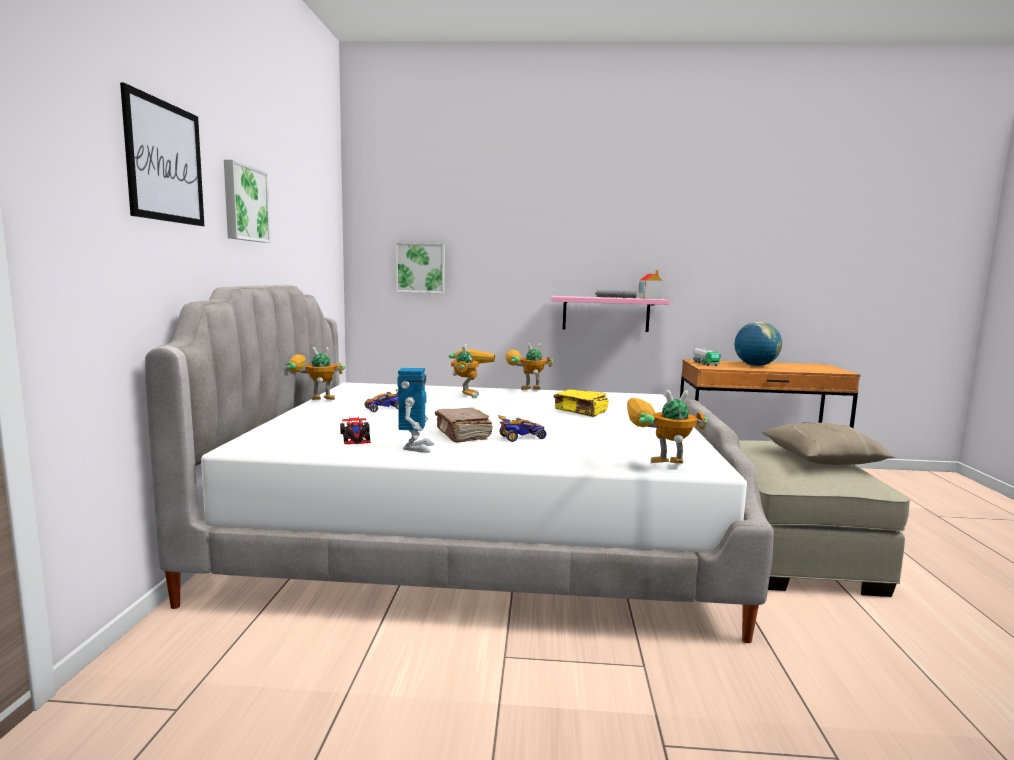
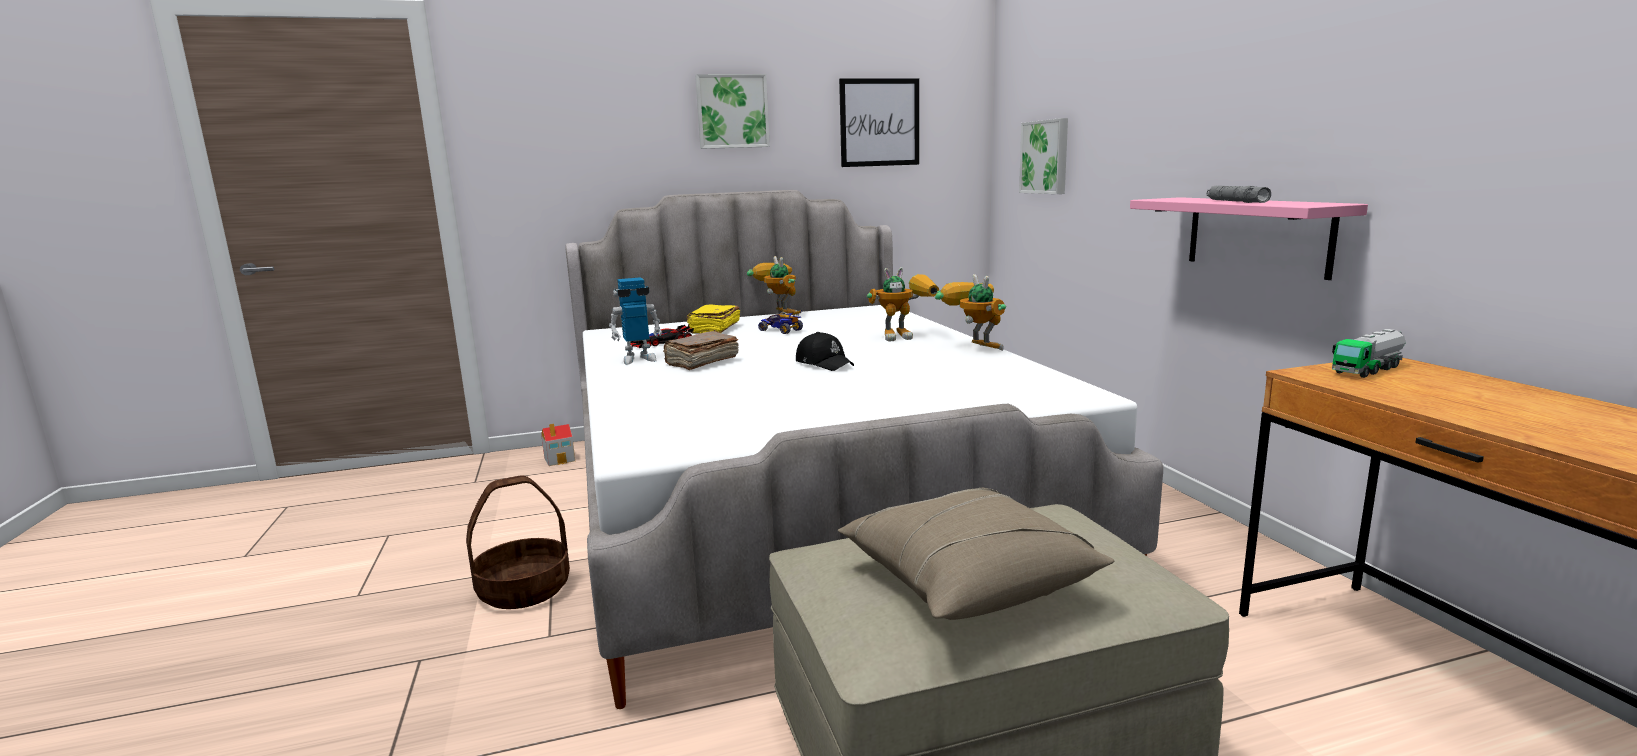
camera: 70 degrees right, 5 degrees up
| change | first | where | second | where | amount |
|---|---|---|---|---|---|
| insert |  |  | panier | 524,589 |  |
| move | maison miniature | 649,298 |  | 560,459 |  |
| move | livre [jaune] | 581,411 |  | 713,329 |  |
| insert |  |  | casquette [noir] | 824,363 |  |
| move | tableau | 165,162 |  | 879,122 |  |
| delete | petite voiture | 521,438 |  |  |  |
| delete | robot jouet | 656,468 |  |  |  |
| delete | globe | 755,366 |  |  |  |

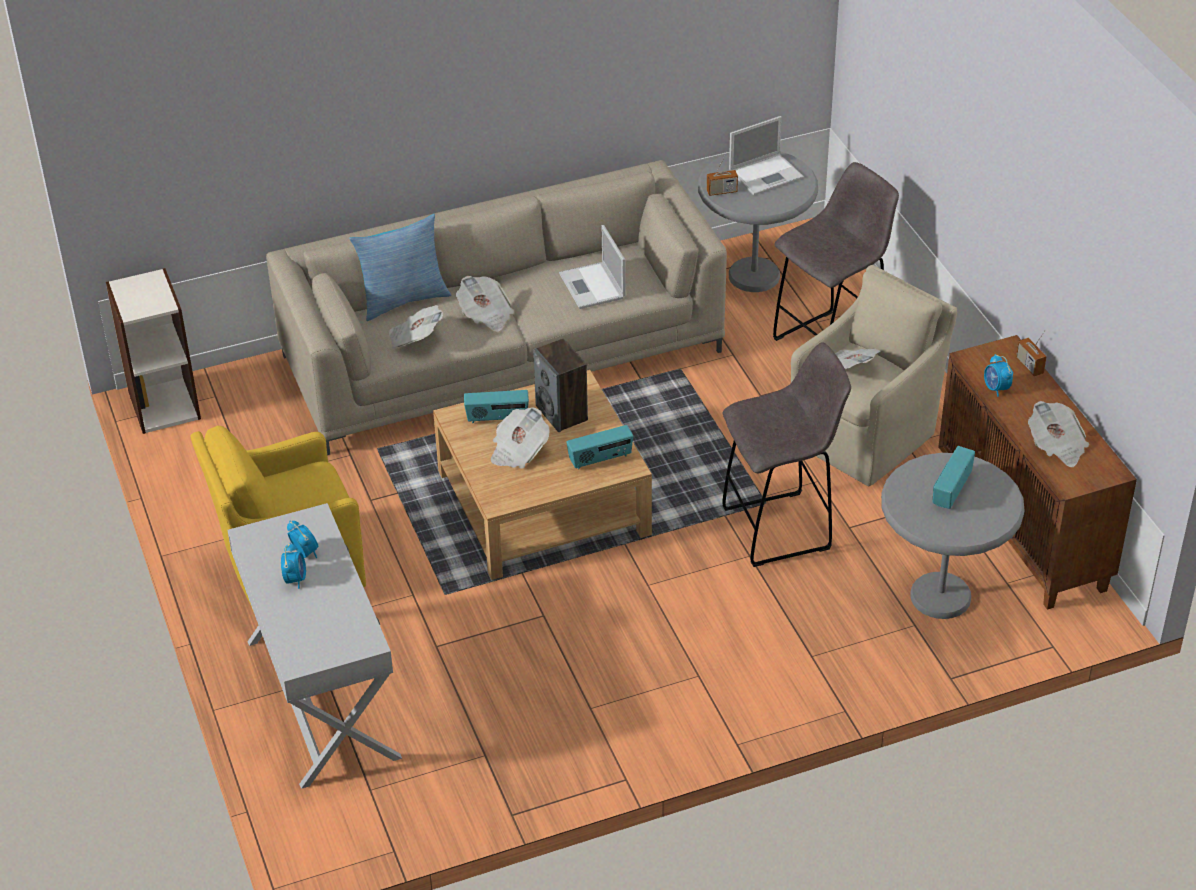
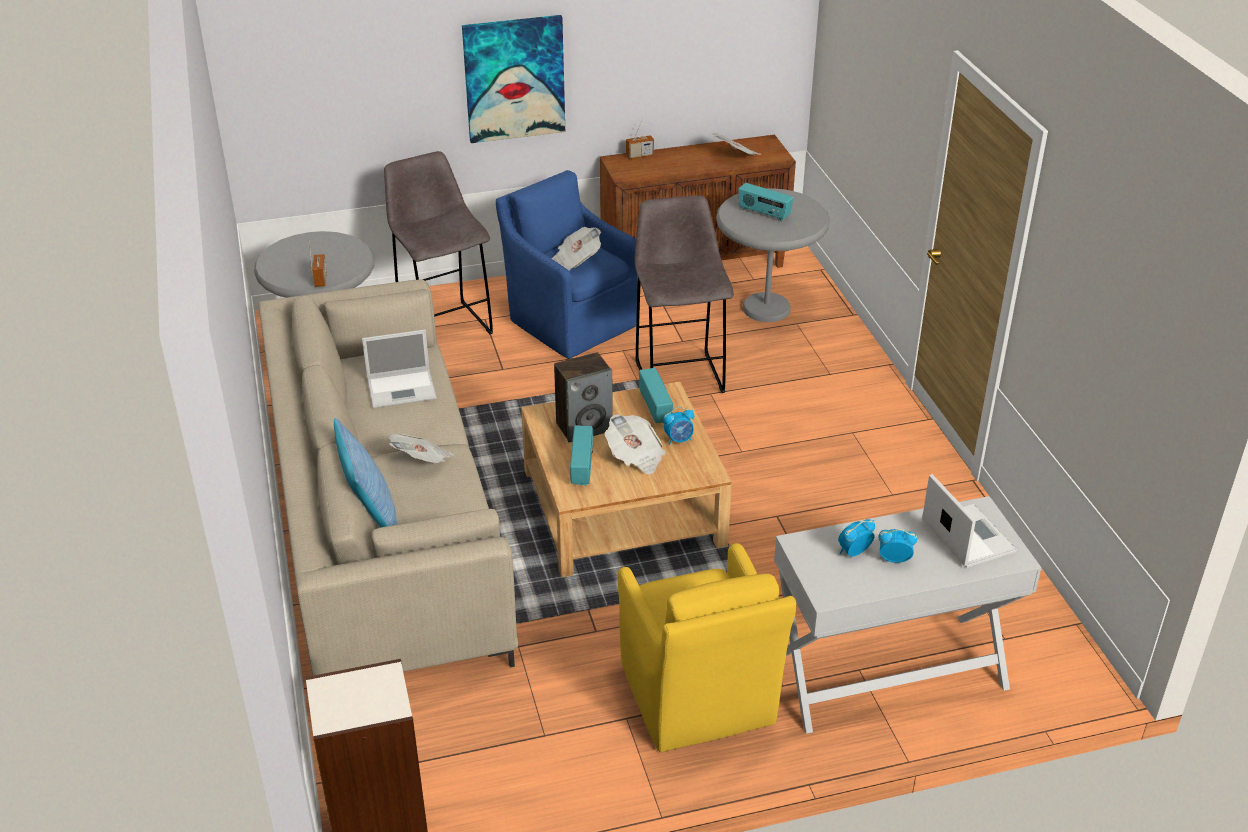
camera: 85 degrees left, 5 degrees down
| change | first | where | second | where | amount |
|---|---|---|---|---|---|
| insert |  |  | tableau | 514,79 |  |
| recolor | fauteuil [beige] | 865,435 | fauteuil [bleu] | 570,321 |  |
| move | réveil | 996,388 |  | 679,440 |  |
| move | ordinateur portable | 767,174 |  | 966,535 |  |
| delete | journal | 415,338 |  |  |  |

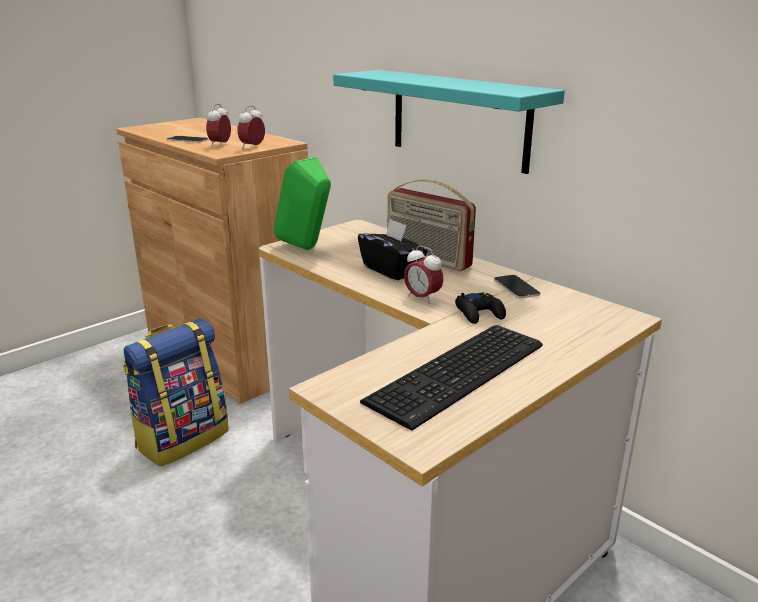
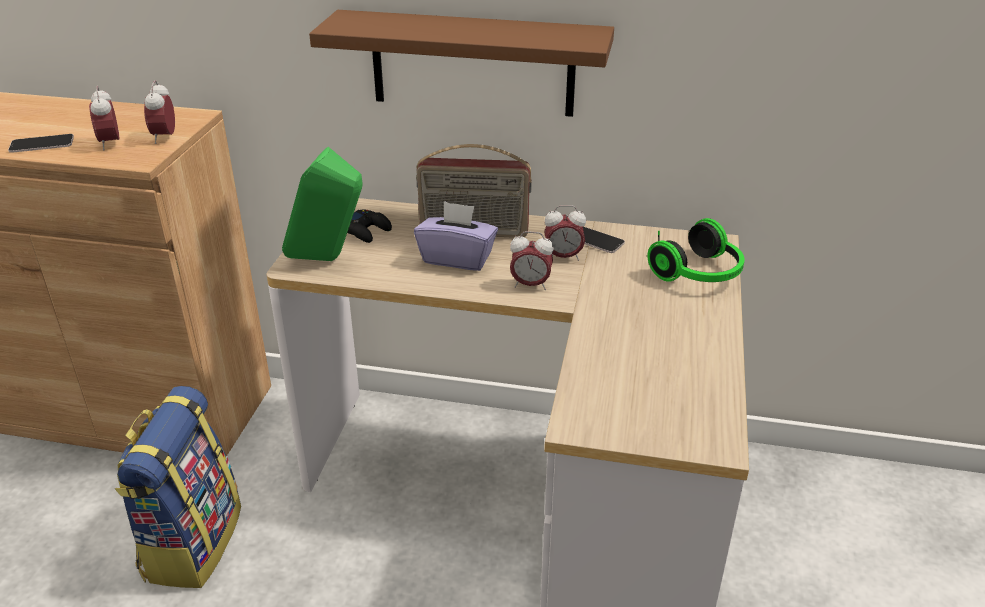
camera: 35 degrees left, 10 degrees up
| change | first | where | second | where | amount |
|---|---|---|---|---|---|
| recolor | étagère [turquoise] | 459,119 | étagère [marron] | 472,63 |  |
| move | manette [noir] | 479,313 |  | 366,231 |  |
| recolor | boîte à mouchoirs [noir] | 392,270 | boîte à mouchoirs [violet] | 457,258 |  |
| insert |  |  | réveil | 563,257 |  |
| insert |  |  | casque audio | 700,274 |  |
| delete | clavier | 462,373 |  |  |  |

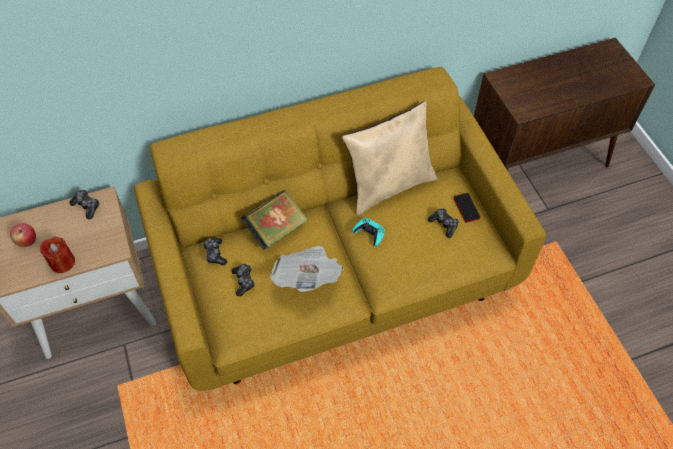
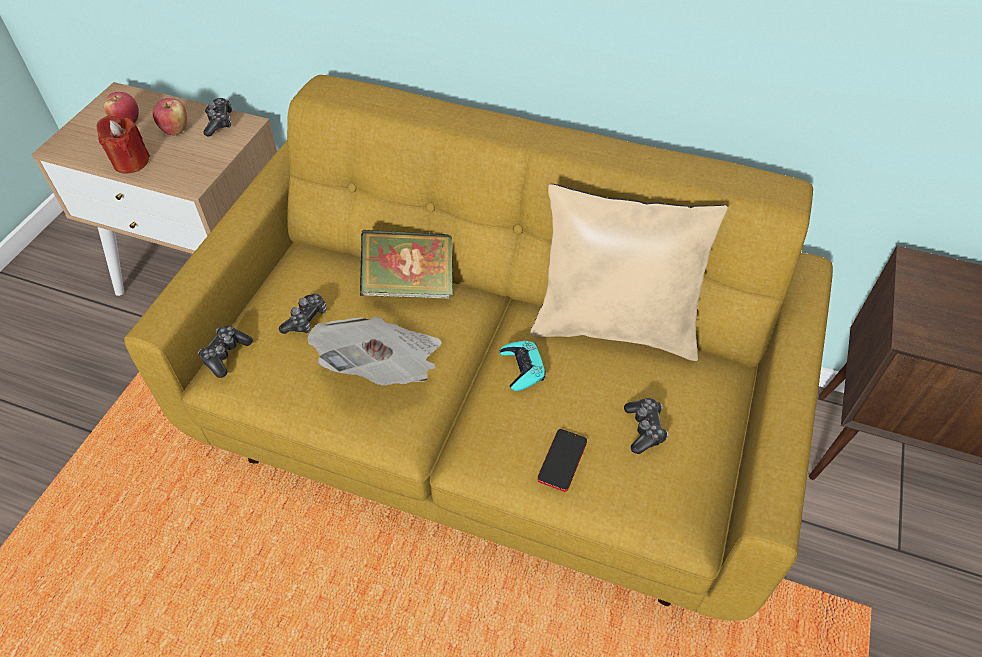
camera: 40 degrees right, 5 degrees down
| change | first | where | second | where | amount |
|---|---|---|---|---|---|
| insert |  |  | pomme | 175,130 |  |
| move | manette | 215,254 |  | 226,355 |  |
| move | téléphone | 466,208 |  | 562,460 |  |

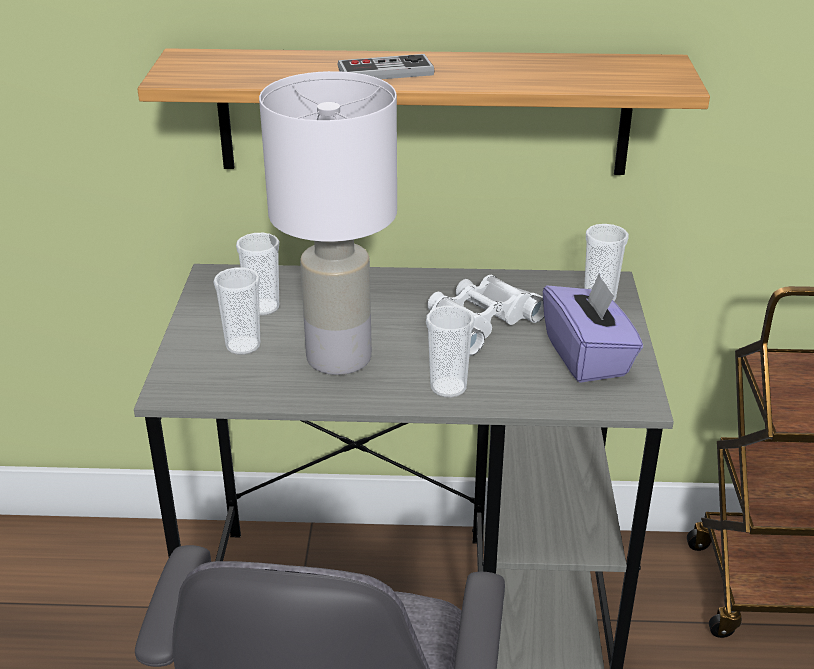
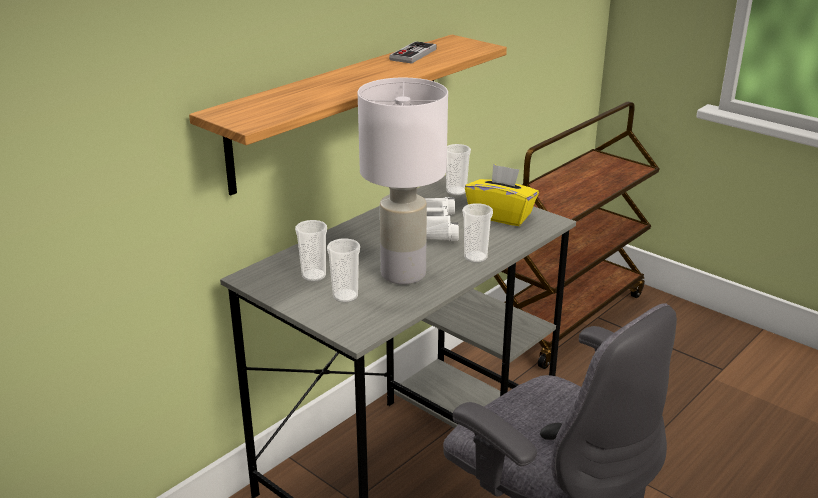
camera: 50 degrees left, 5 degrees down
| change | first | where | second | where | amount |
|---|---|---|---|---|---|
| move | manette | 385,72 |  | 413,54 |  |
| recolor | boîte à mouchoirs [violet] | 587,357 | boîte à mouchoirs [jaune] | 501,215 |  |

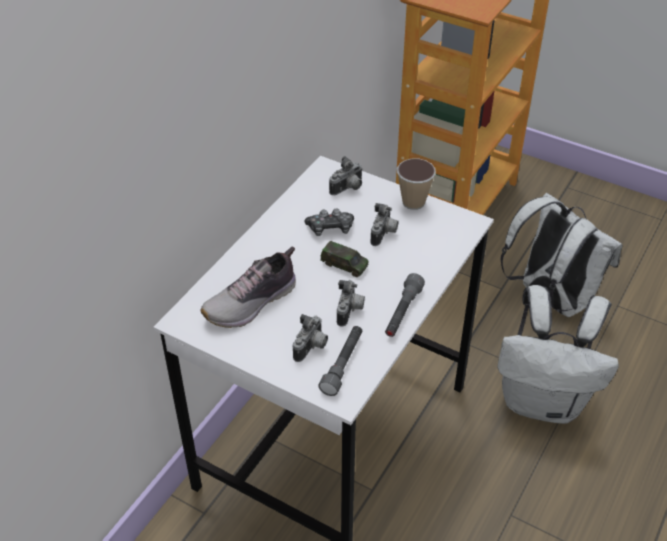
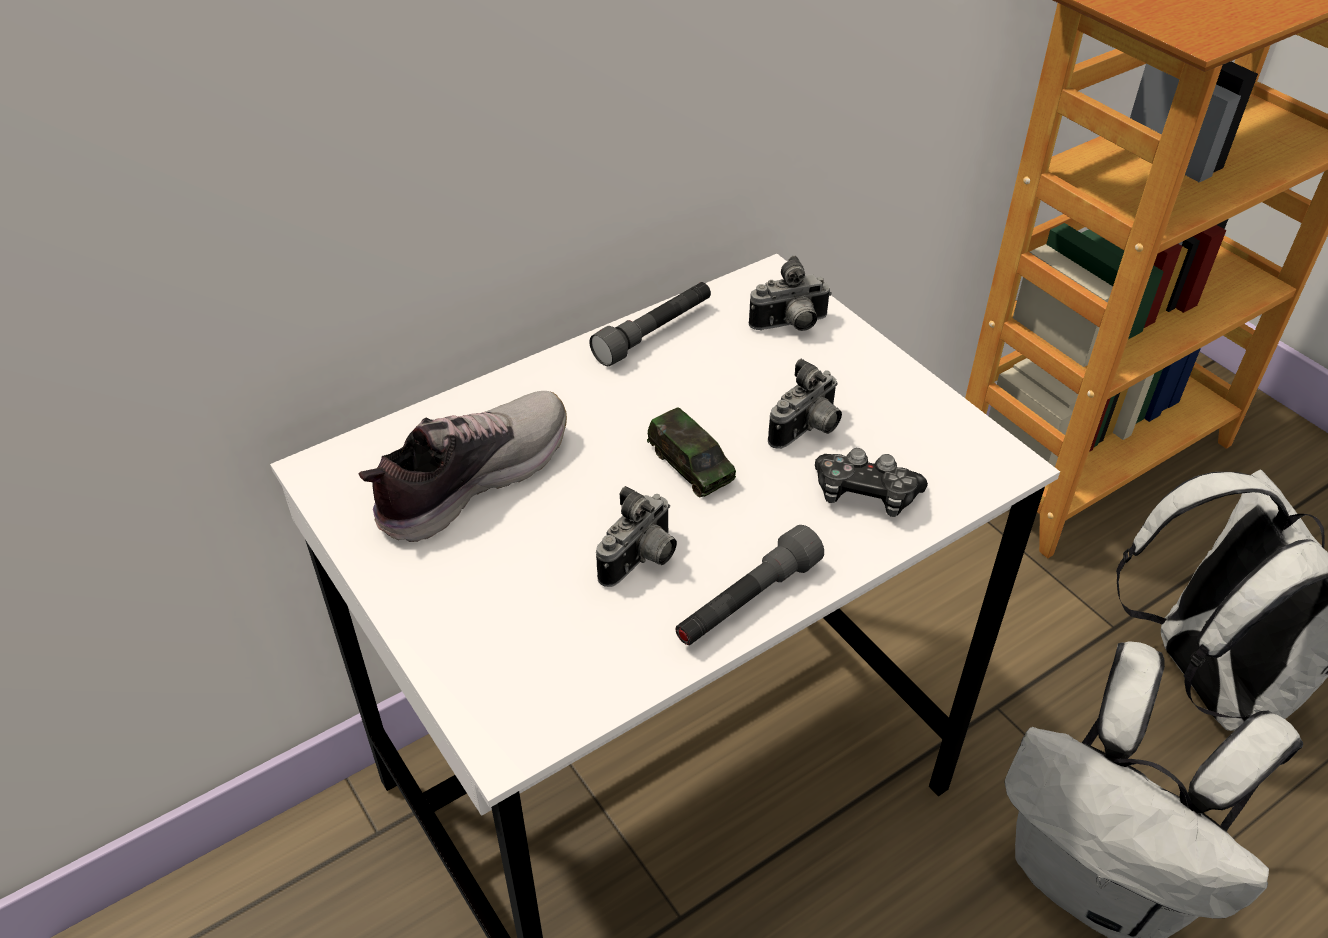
camera: 25 degrees right, 0 degrees up
| change | first | where | second | where | amount |
|---|---|---|---|---|---|
| rotate | chaussure | 252,303 |  | 470,480 | 150 degrees clockwise |
| move | lampe de poche [gris] | 343,365 |  | 654,333 |  |
| move | manette | 330,228 |  | 865,494 |  |
| delete | appareil photo | 312,348 |  |  |  |
| delete | tasse | 413,202 |  |  |  |

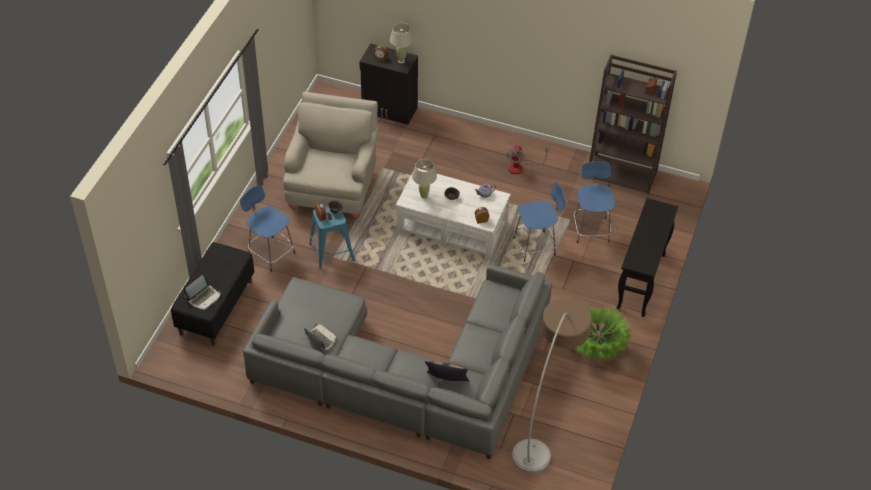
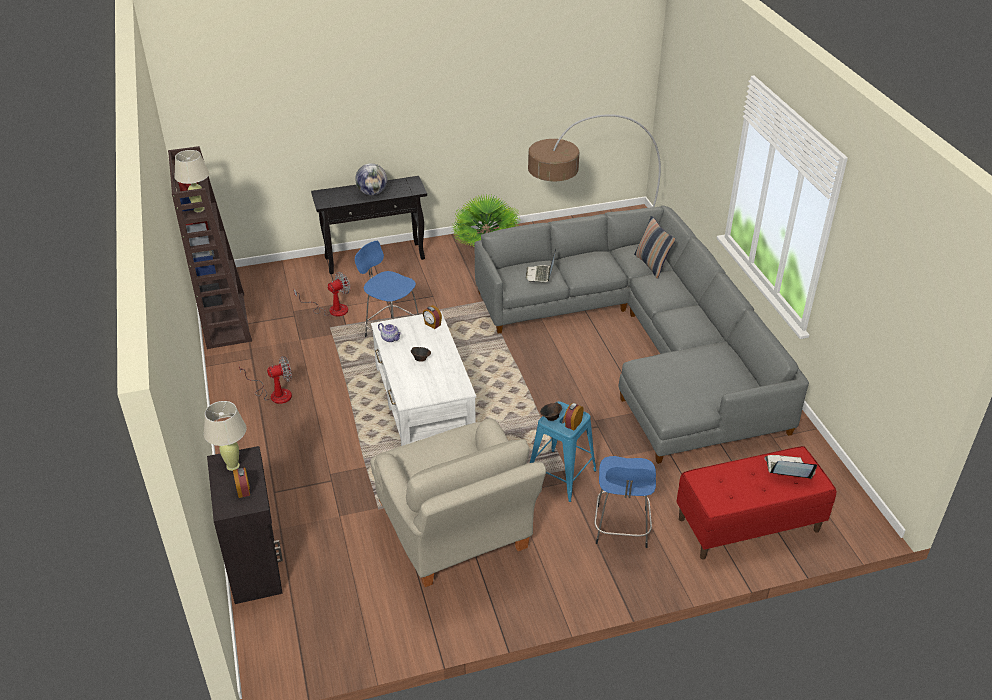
camera: 125 degrees left, 10 degrees down
| change | first | where | second | where | amount |
|---|---|---|---|---|---|
| move | lampe de table [beige] | 424,196 |  | 198,209 |  |
| replace | tabouret [bleu] | 591,229 | ventilateur | 331,309 |  |
| insert |  |  | globe | 372,193 |  |
| rotate | fauteuil [beige] | 333,187 |  | 457,536 | 90 degrees counterclockwise |
| move | ordinateur portable | 320,338 |  | 540,275 |  |
| recolor | banc [noir] | 216,307 | banc [rouge] | 748,525 |  |

